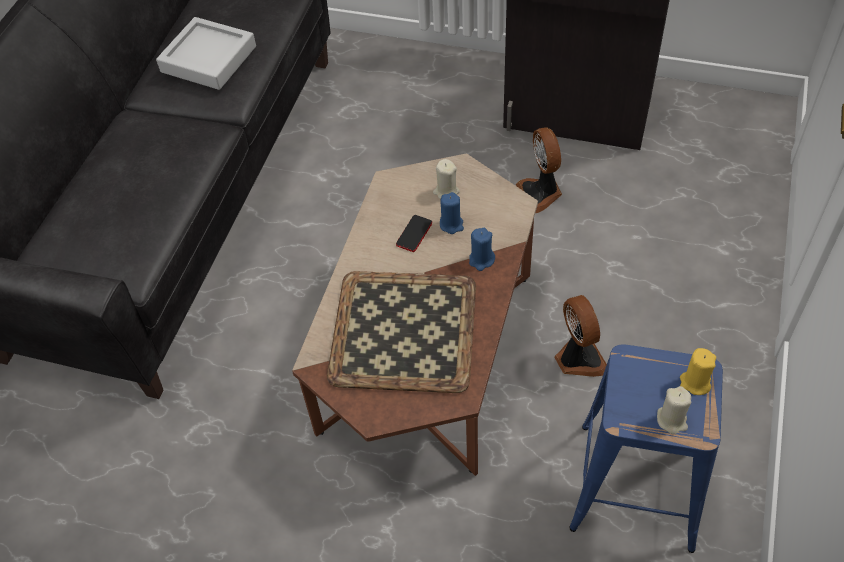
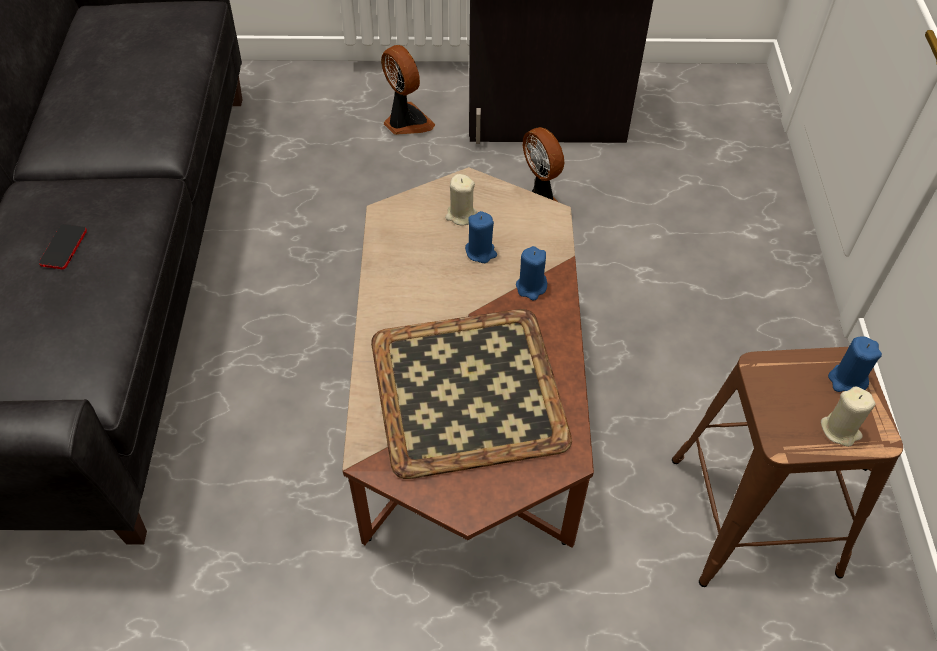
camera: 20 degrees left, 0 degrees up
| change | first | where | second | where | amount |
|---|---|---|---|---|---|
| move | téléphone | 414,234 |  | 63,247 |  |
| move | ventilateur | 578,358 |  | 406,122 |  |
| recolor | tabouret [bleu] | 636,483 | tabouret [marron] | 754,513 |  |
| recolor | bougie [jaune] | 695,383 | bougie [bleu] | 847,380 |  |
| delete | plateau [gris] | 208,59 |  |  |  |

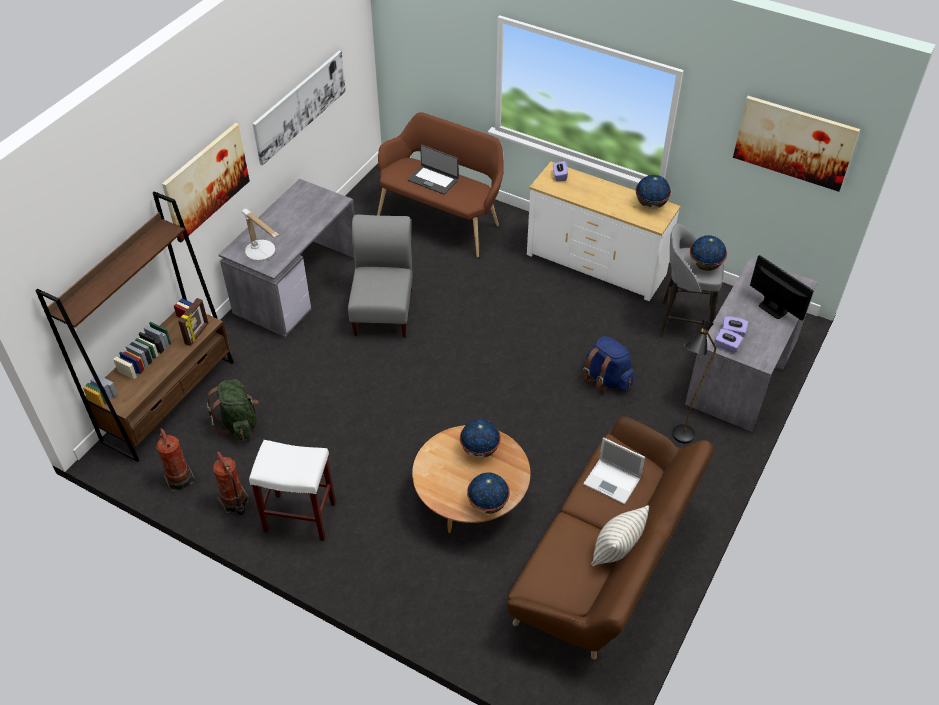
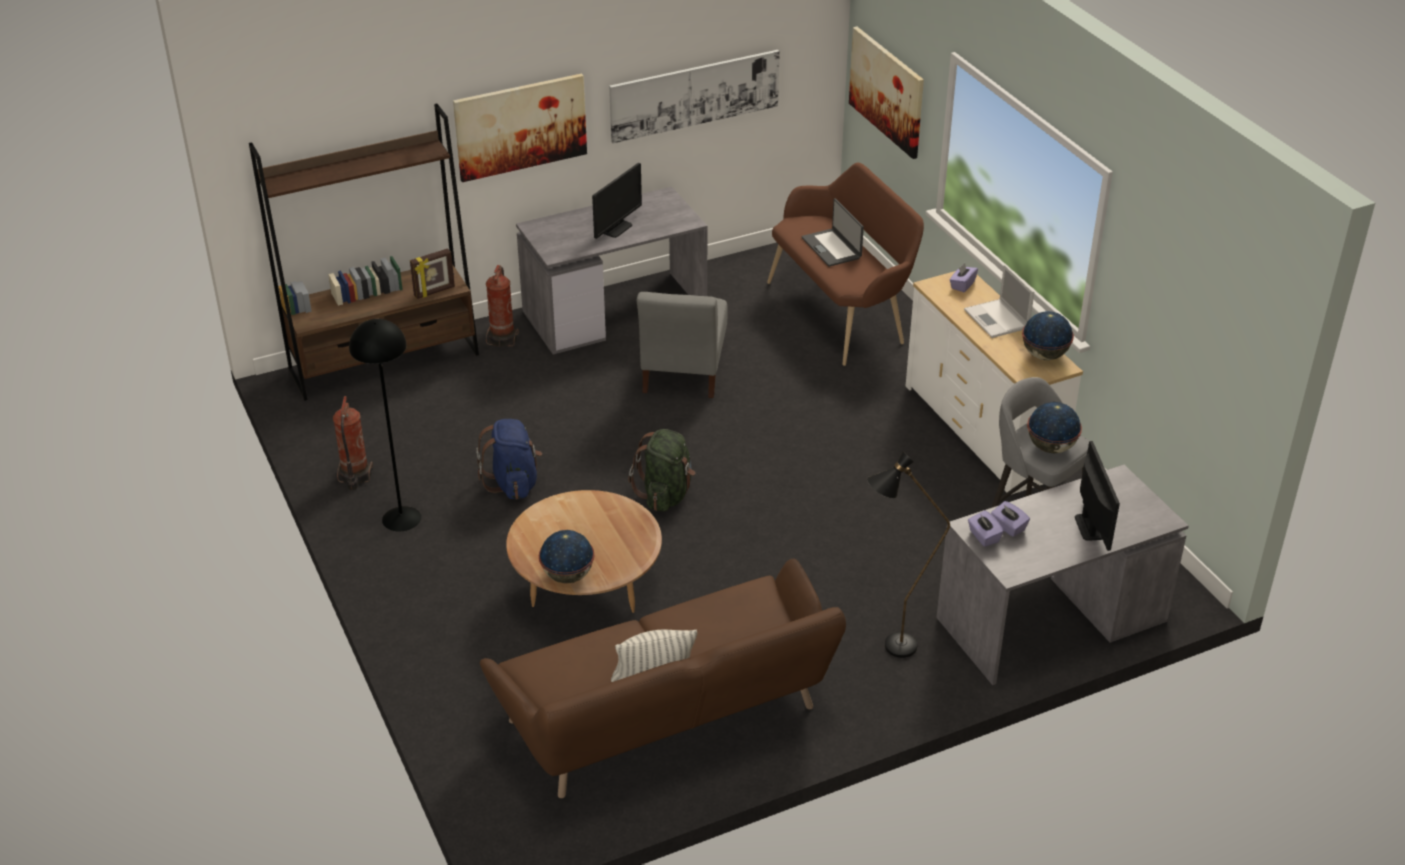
camera: 35 degrees right, 10 degrees down
| change | first | where | second | where | amount |
|---|---|---|---|---|---|
| replace | tabouret [blanc] | 299,517 | lampadaire [noir] | 401,518 |  |
| move | sac à dos [bleu] | 606,379 |  | 513,483 |  |
| move | extincteur | 180,478 |  | 503,338 |  |
| insert |  |  | écran d'ordinateur | 616,228 |  |
| move | sac à dos [vert] | 239,423 |  | 665,494 |  |
| rotate | chaise [gris] | 384,309 |  | 683,372 | 150 degrees clockwise |
| move | tableau | 794,142 |  | 887,91 |  |
| move | ordinateur portable | 613,481 |  | 997,319 |  |
| delete | lampe de table | 263,253 |  |  |  |
| delete | globe | 479,450 |  |  |  |

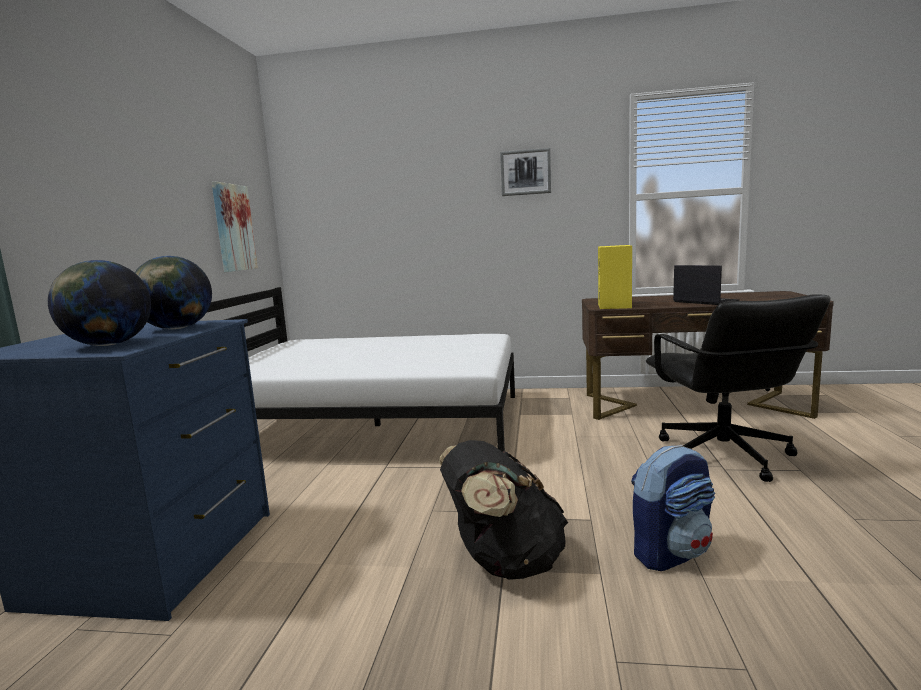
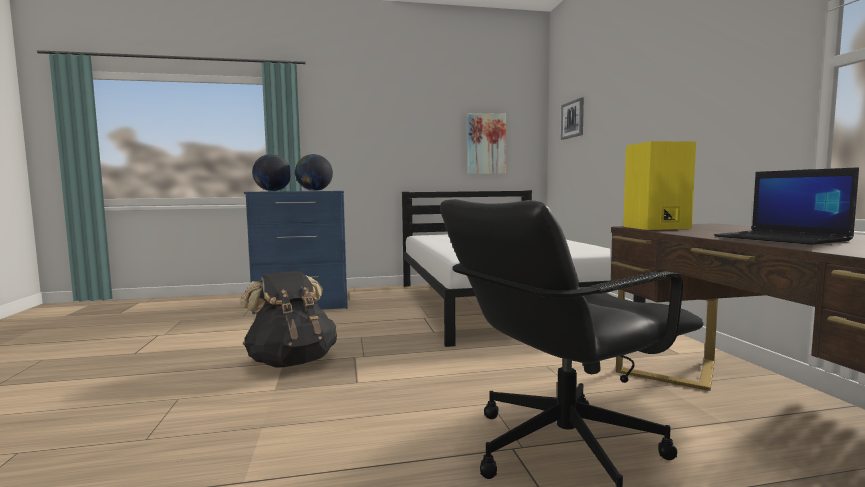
camera: 70 degrees right, 5 degrees down
| change | first | where | second | where | amount |
|---|---|---|---|---|---|
| move | tableau | 525,172 |  | 573,119 |  |
| rotate | ordinateur portable | 704,301 |  | 782,239 | 120 degrees clockwise |
| delete | sac à dos | 671,553 |  |  |  |

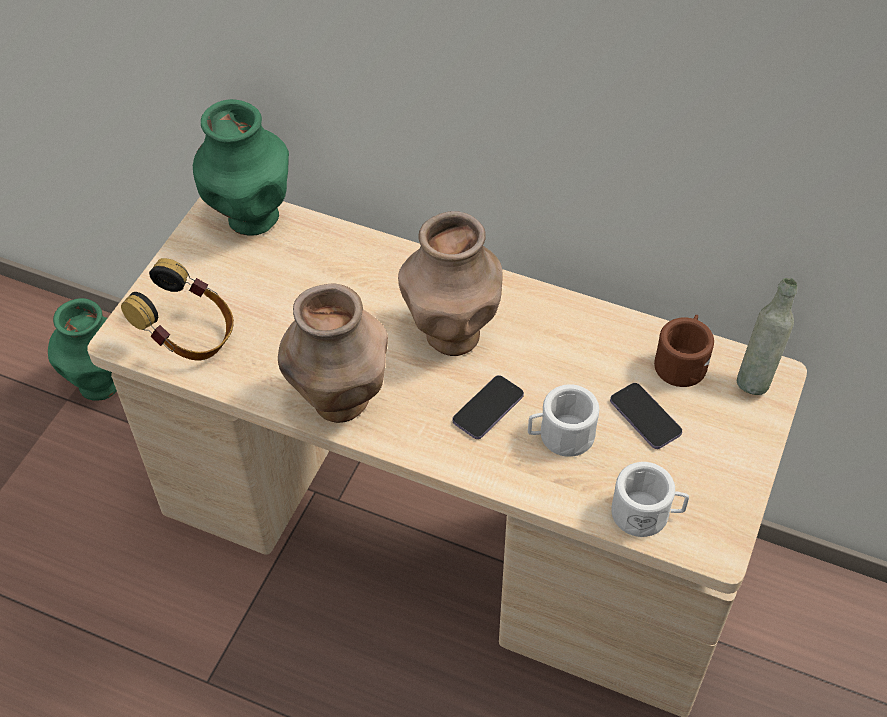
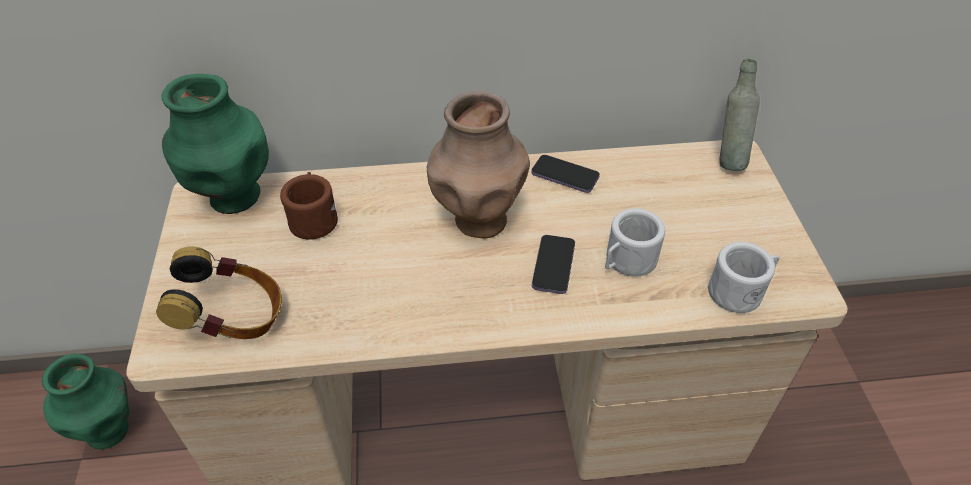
camera: 30 degrees left, 5 degrees down
| change | first | where | second | where | amount |
|---|---|---|---|---|---|
| move | mug [marron] | 682,362 |  | 313,218 |  |
| move | téléphone | 645,417 |  | 565,175 |  |
| delete | vase [marron] | 340,401 |  |  |  |

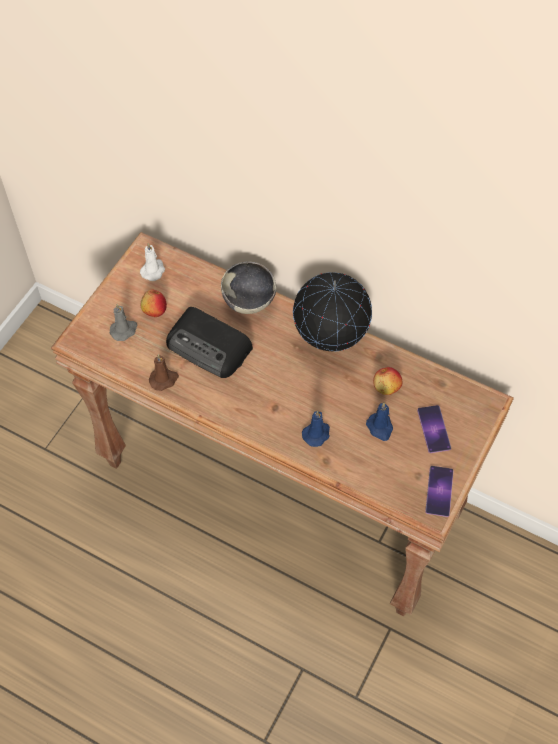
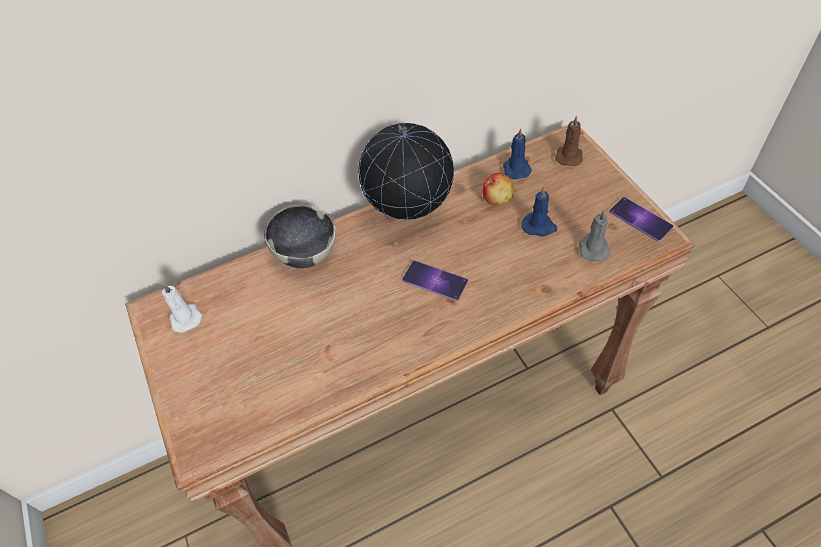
camera: 50 degrees left, 5 degrees down
| change | first | where | second | where | amount |
|---|---|---|---|---|---|
| move | téléphone | 433,429 |  | 435,280 |  |
| move | bougie [bleu] | 317,434 |  | 516,168 |  |
| move | bougie [marron] | 164,379 |  | 569,156 |  |
| move | bougie [gris] | 124,330 |  | 593,248 |  |
| delete | pomme | 154,310 |  |  |  |
| delete | radio | 210,347 |  |  |  |

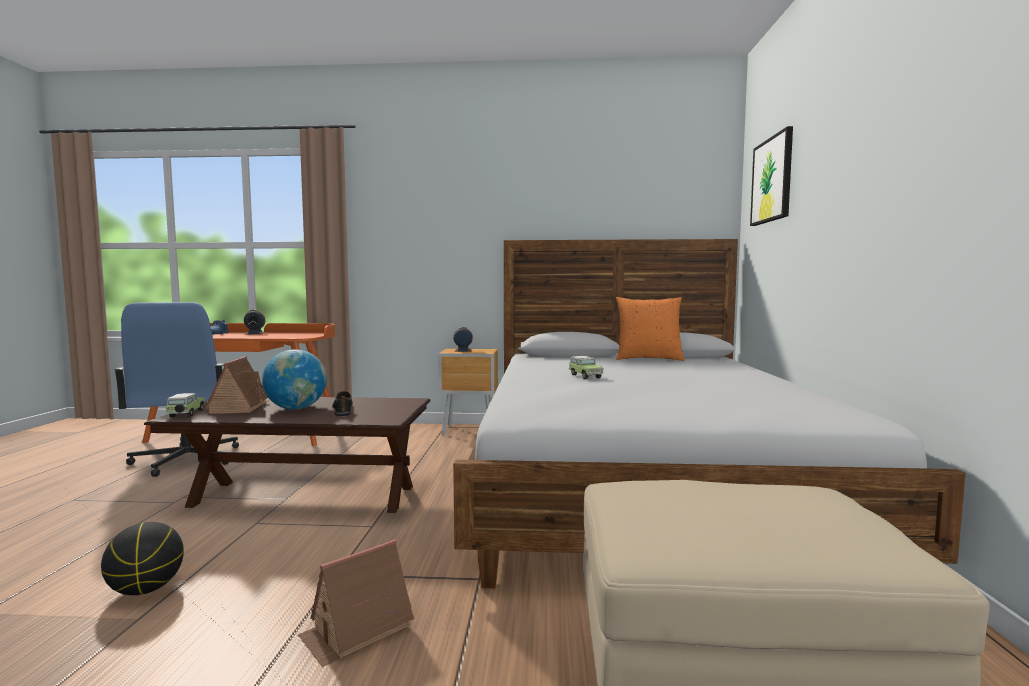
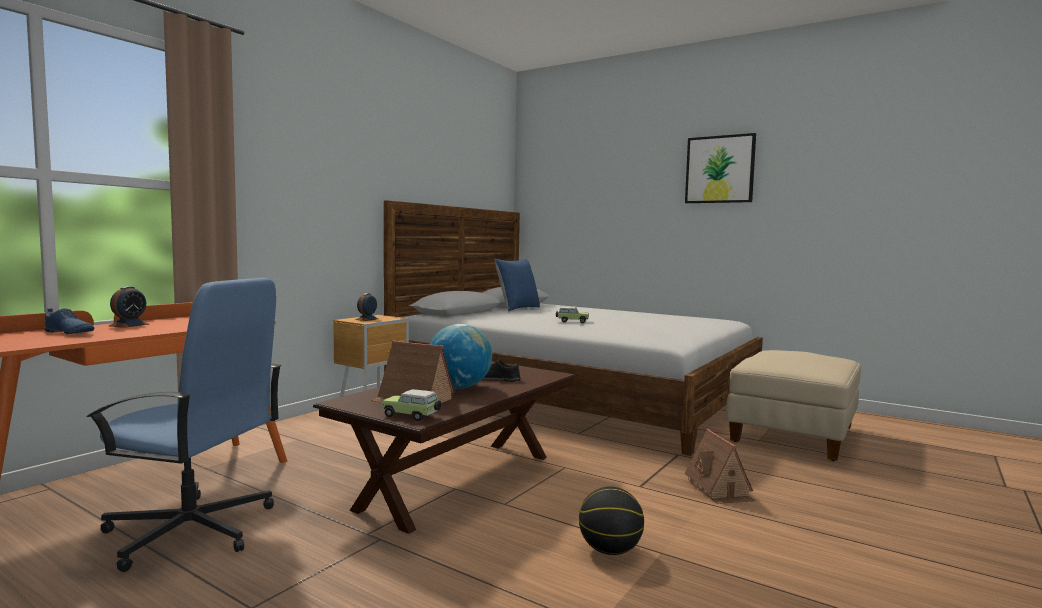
camera: 60 degrees left, 0 degrees up
| change | first | where | second | where | amount |
|---|---|---|---|---|---|
| recolor | coussin [orange] | 648,359 | coussin [bleu] | 517,308 |  |
| move | tableau | 772,180 |  | 720,169 |  |

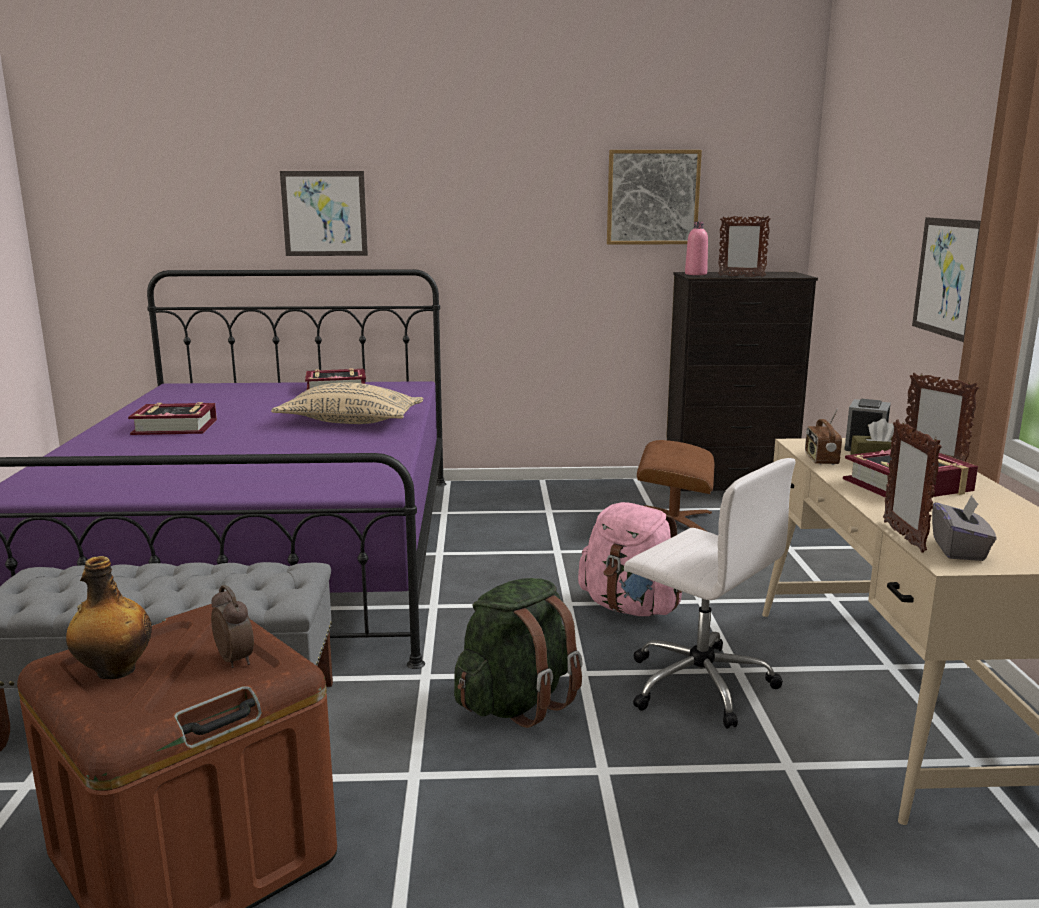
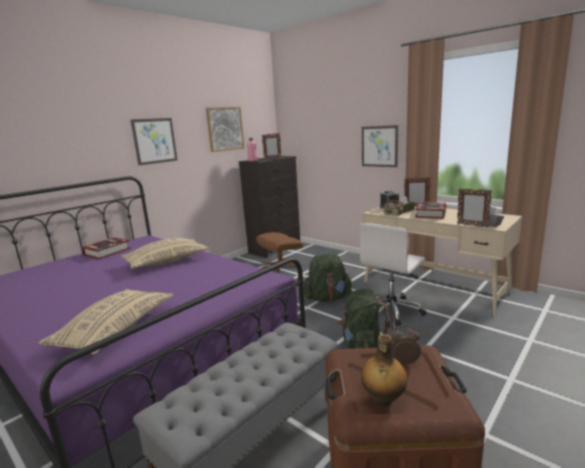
camera: 45 degrees left, 0 degrees up
| change | first | where | second | where | amount |
|---|---|---|---|---|---|
| insert |  |  | coussin [beige] | 116,330 |  |
| move | tableau | 324,213 |  | 155,141 |  |
| recolor | sac à dos [rose] | 630,607 | sac à dos [vert] | 327,298 |  |
| rotate | chaise de bureau [blanc] | 697,683 |  | 391,310 | 135 degrees clockwise |
| delete | livre | 175,427 |  |  |  |

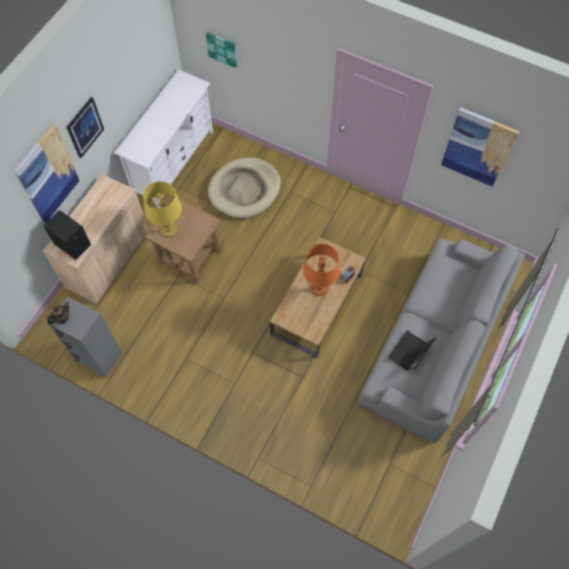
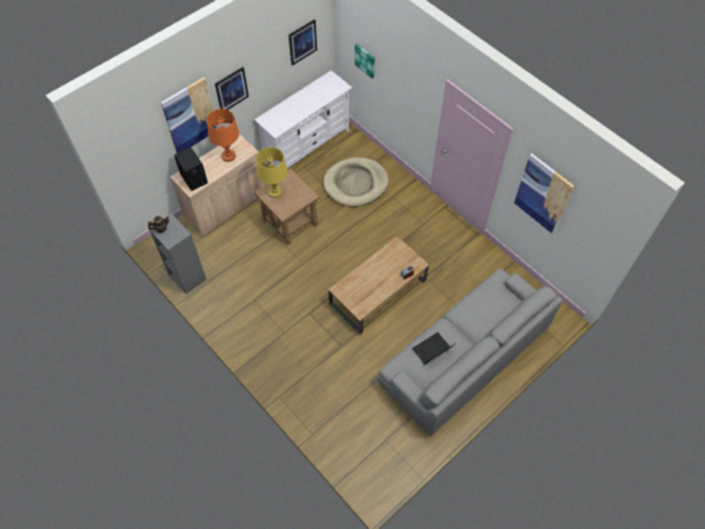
camera: 20 degrees right, 5 degrees down
| change | first | where | second | where | amount |
|---|---|---|---|---|---|
| move | lampe de table [orange] | 319,288 |  | 228,156 |  |
| insert |  |  | tableau | 302,42 |  |

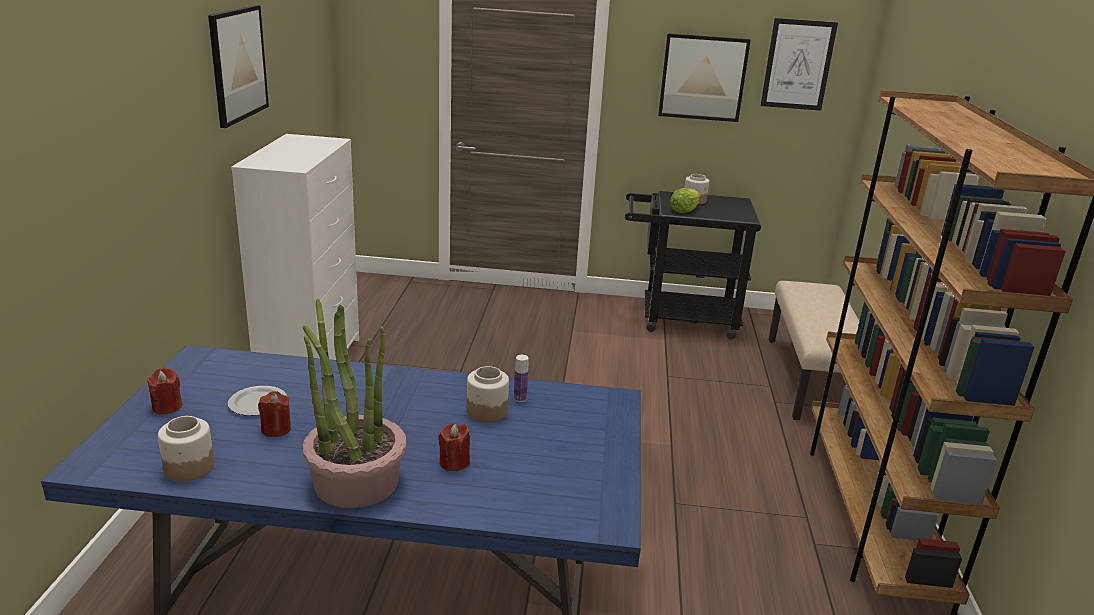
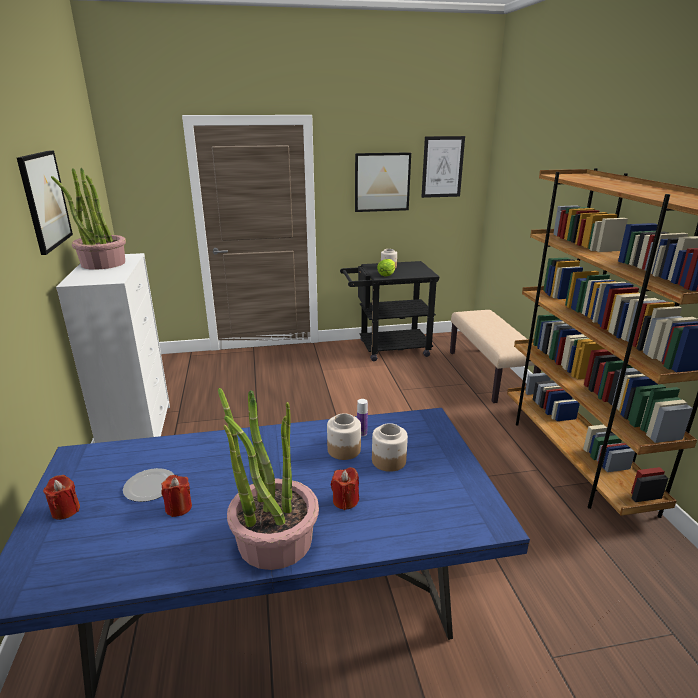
camera: 15 degrees left, 0 degrees up
| change | first | where | second | where | amount |
|---|---|---|---|---|---|
| insert |  |  | plante en pot | 103,264 |  |
| move | bocal | 188,467 |  | 388,461 |  |

